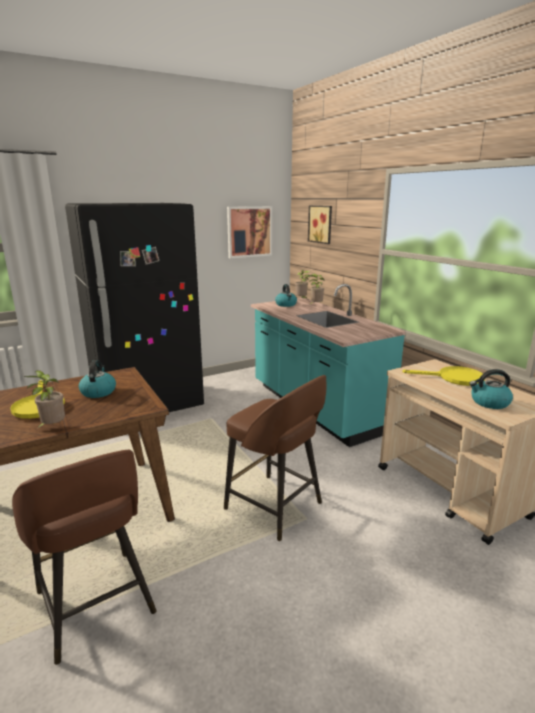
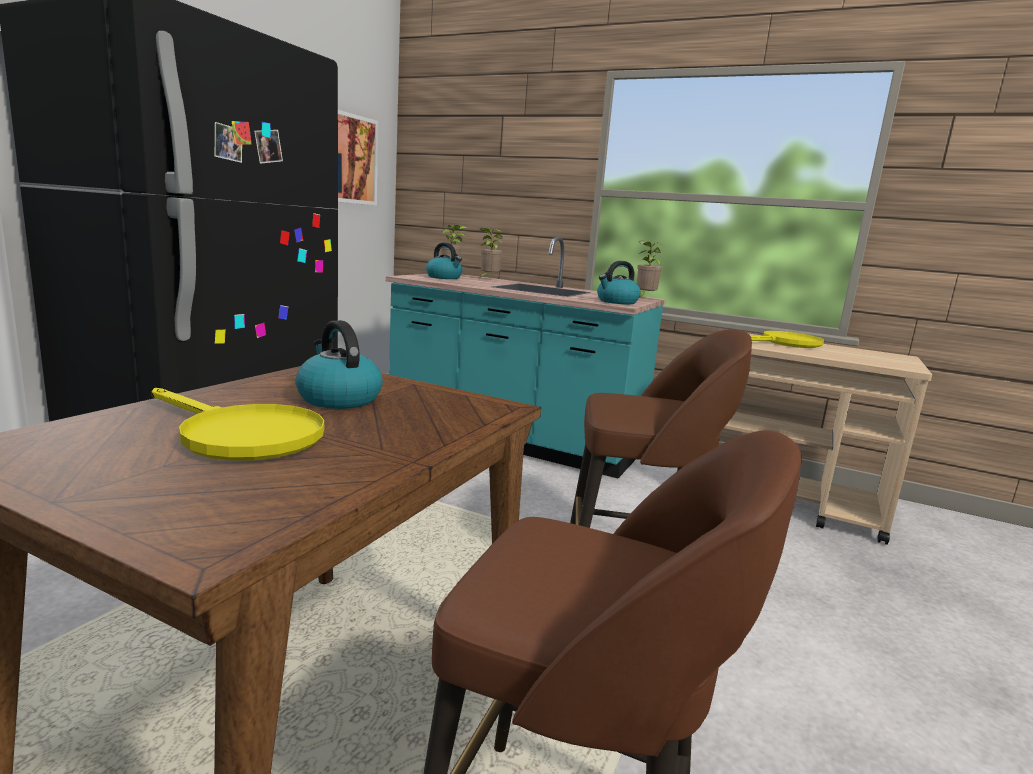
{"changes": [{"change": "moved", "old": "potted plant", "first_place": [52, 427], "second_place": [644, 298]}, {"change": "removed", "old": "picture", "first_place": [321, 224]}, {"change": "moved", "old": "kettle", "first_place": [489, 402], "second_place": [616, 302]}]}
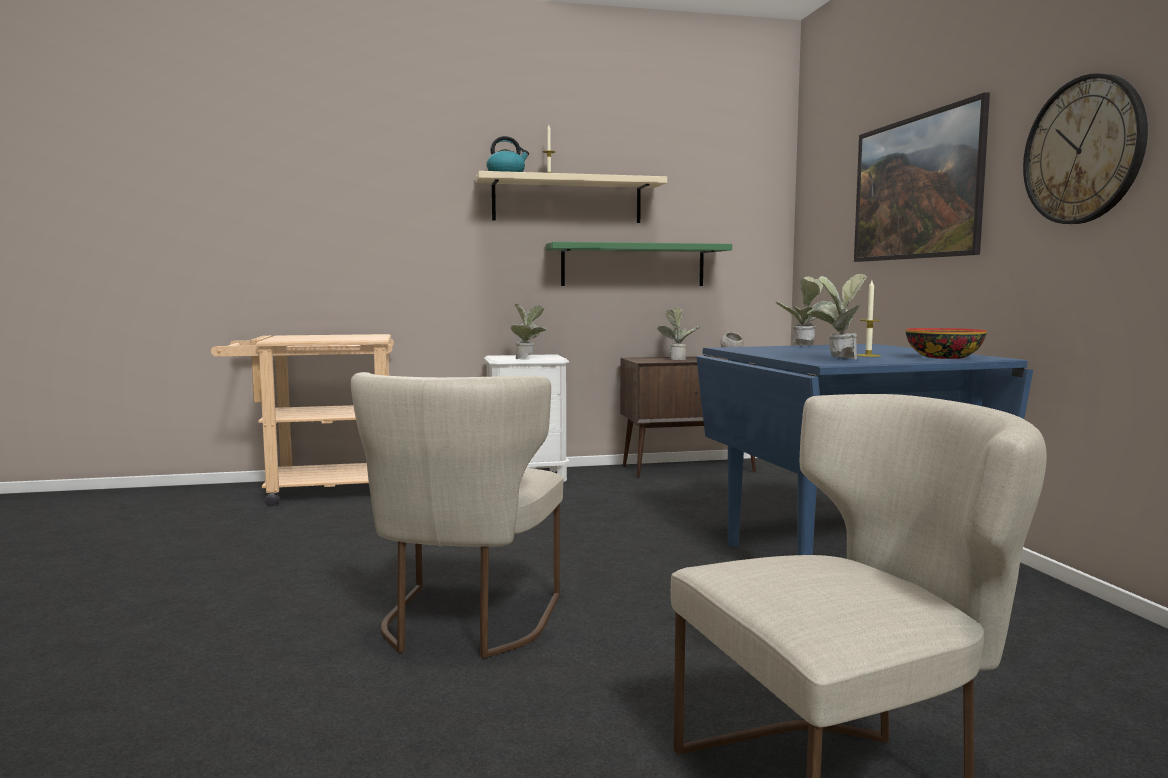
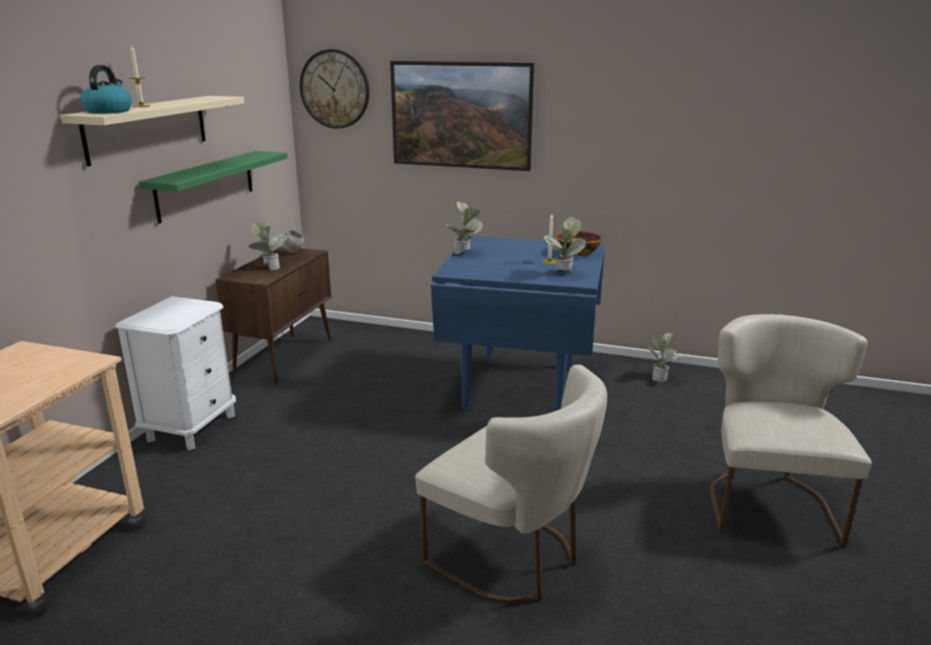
{"changes": [{"change": "moved", "old": "potted plant", "first_place": [528, 358], "second_place": [661, 377]}, {"change": "moved", "old": "wall clock", "first_place": [1083, 150], "second_place": [335, 89]}]}
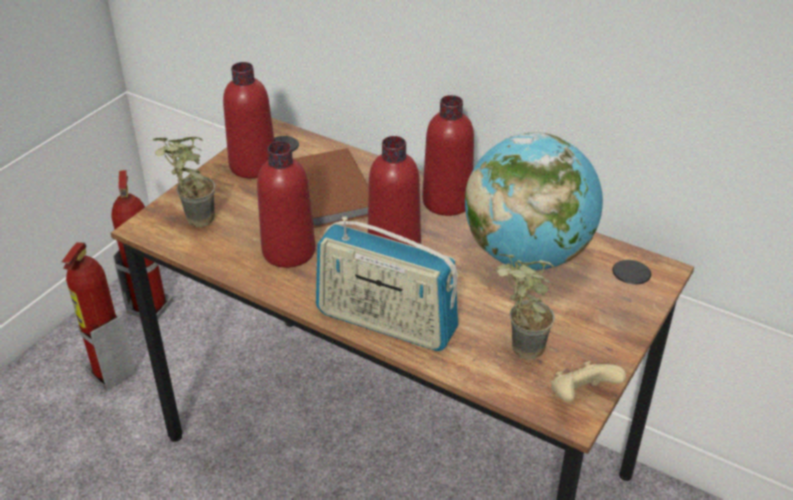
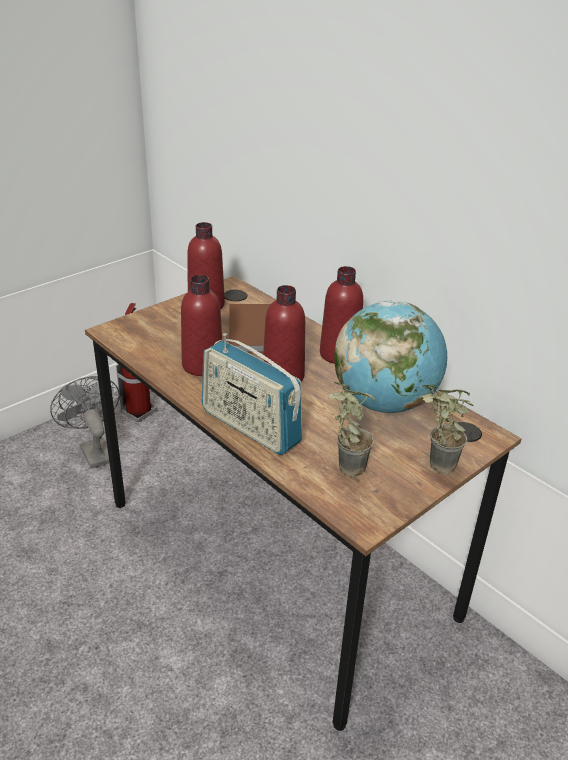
{"changes": [{"change": "replaced", "old": "fire extinguisher", "new": "grey fan", "first_place": [111, 373], "second_place": [93, 450]}, {"change": "moved", "old": "potted plant", "first_place": [192, 221], "second_place": [434, 465]}, {"change": "removed", "old": "beige game controller", "first_place": [581, 396]}]}
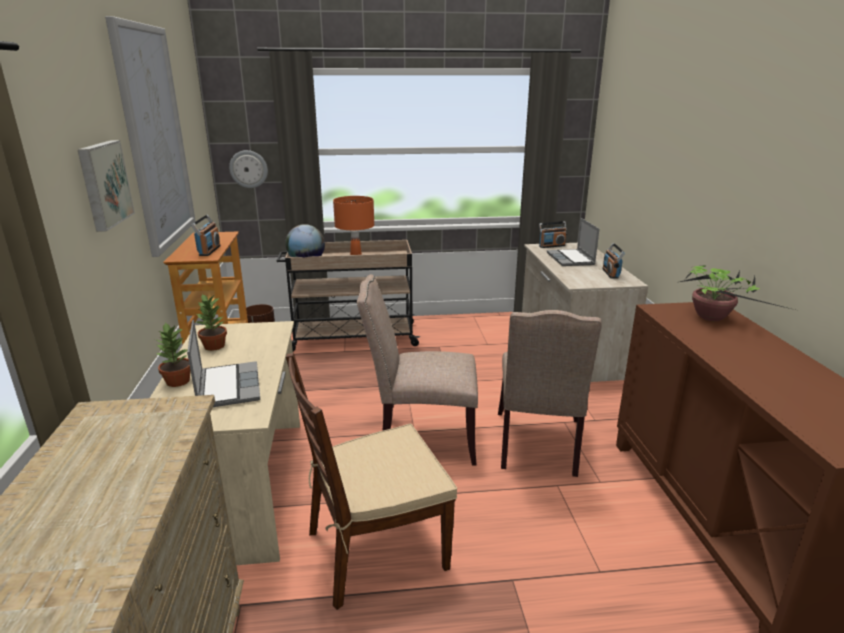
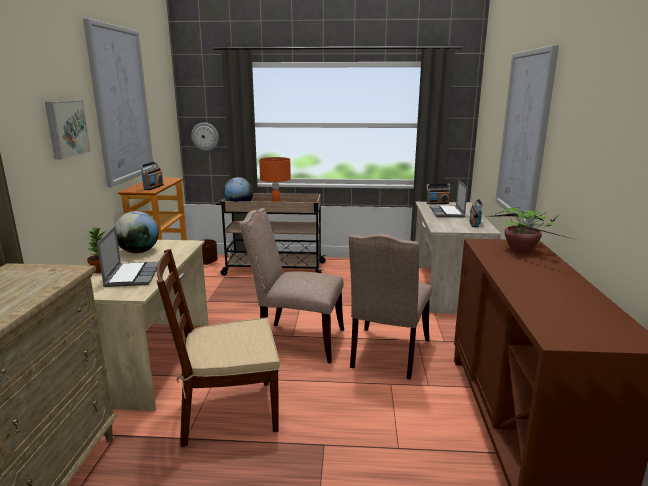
{"changes": [{"change": "replaced", "old": "potted plant", "new": "globe", "first_place": [214, 346], "second_place": [139, 252]}, {"change": "added", "new": "picture", "second_place": [524, 136]}]}
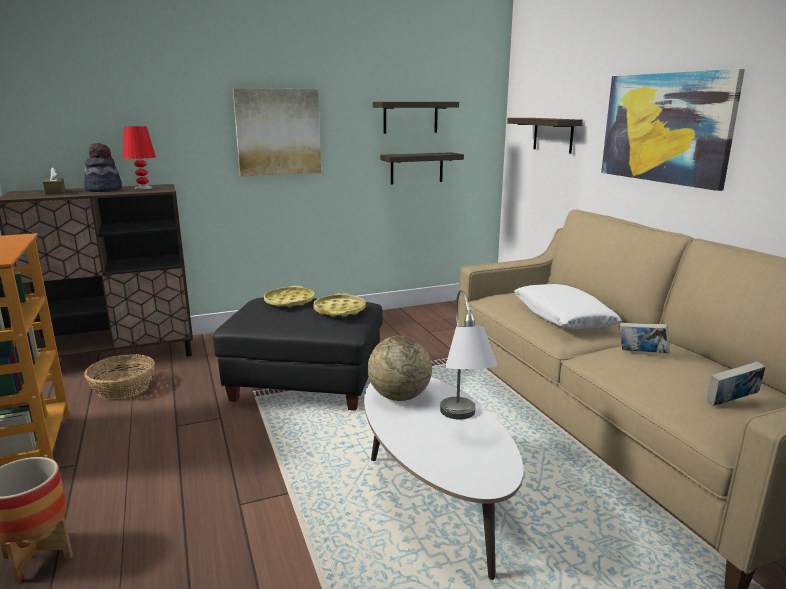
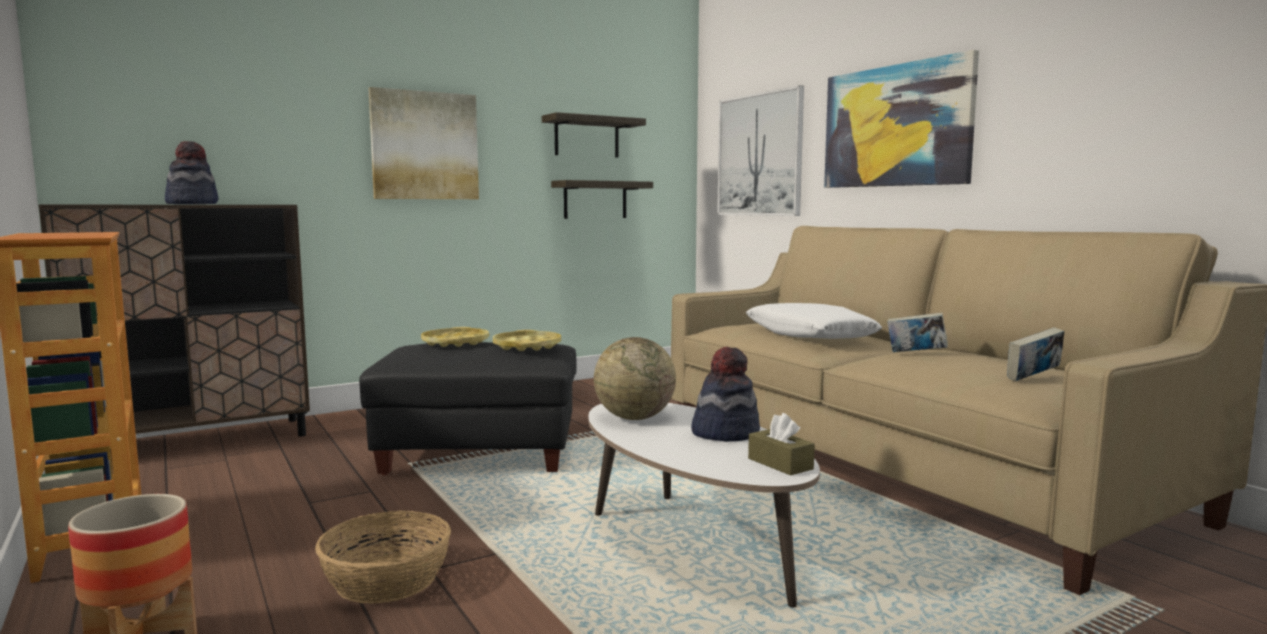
{"changes": [{"change": "moved", "old": "brown tissue box", "first_place": [55, 192], "second_place": [780, 464]}, {"change": "moved", "old": "basket", "first_place": [123, 388], "second_place": [386, 580]}, {"change": "removed", "old": "red table lamp", "first_place": [143, 188]}, {"change": "replaced", "old": "grey table lamp", "new": "hat", "first_place": [463, 423], "second_place": [725, 433]}, {"change": "replaced", "old": "shelf", "new": "picture", "first_place": [553, 135], "second_place": [759, 155]}]}
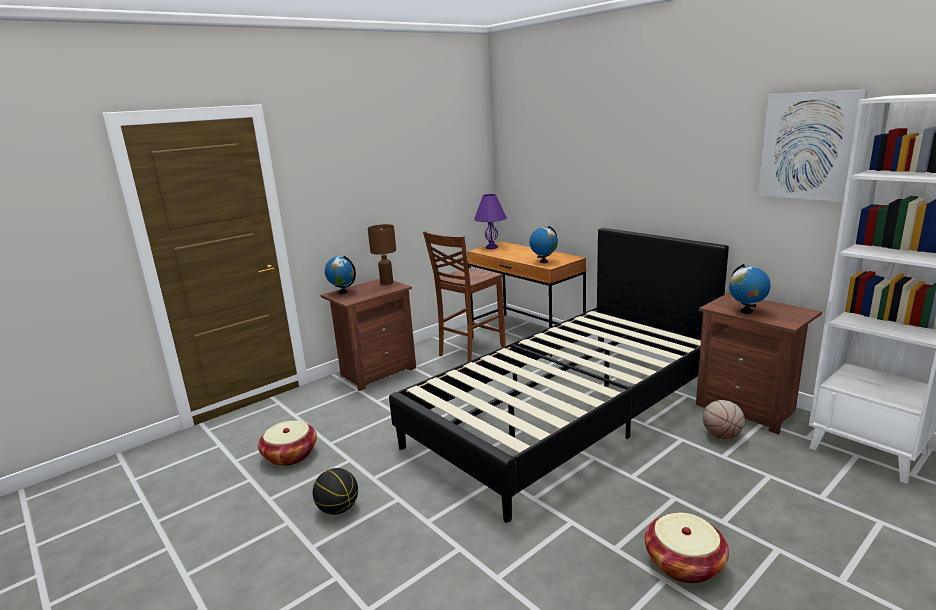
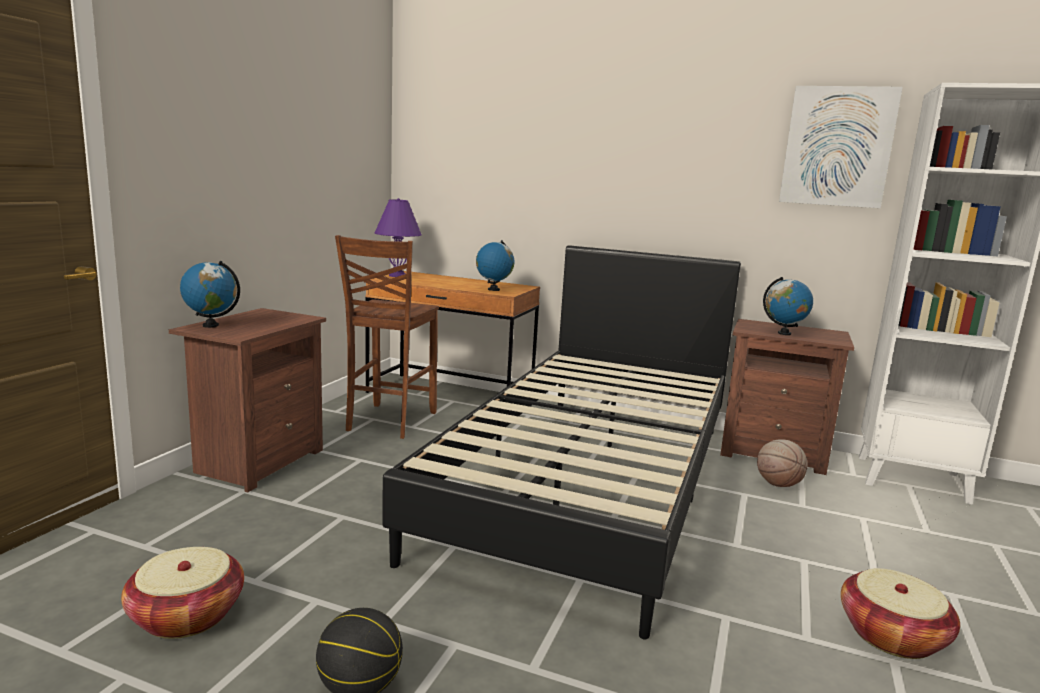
{"changes": [{"change": "removed", "old": "brown table lamp", "first_place": [386, 282]}]}
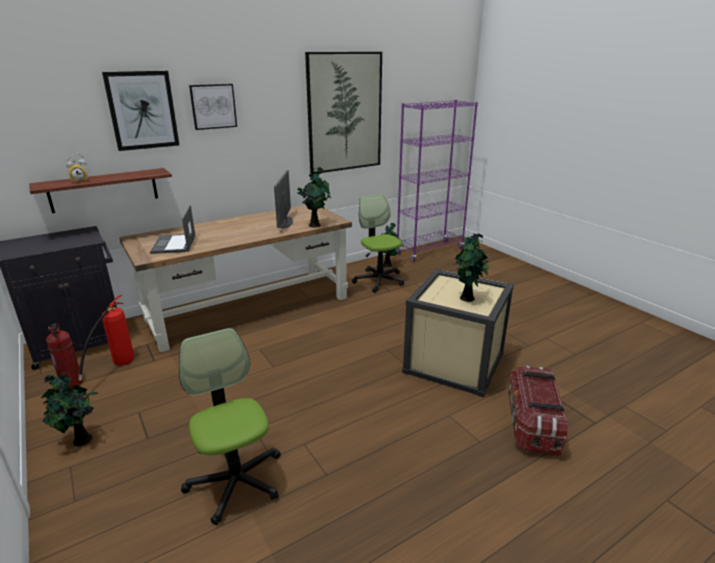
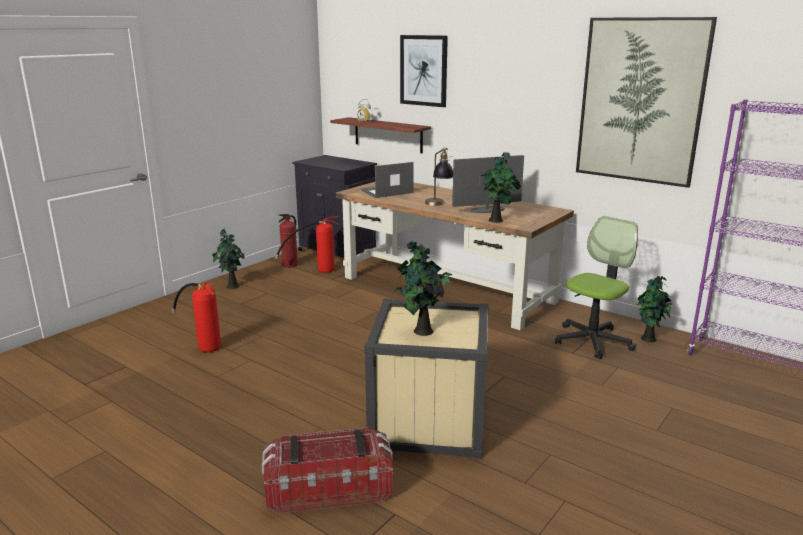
{"changes": [{"change": "replaced", "old": "office chair", "new": "fire extinguisher", "first_place": [236, 481], "second_place": [203, 344]}, {"change": "removed", "old": "picture", "first_place": [213, 106]}, {"change": "added", "new": "table lamp", "second_place": [438, 205]}]}
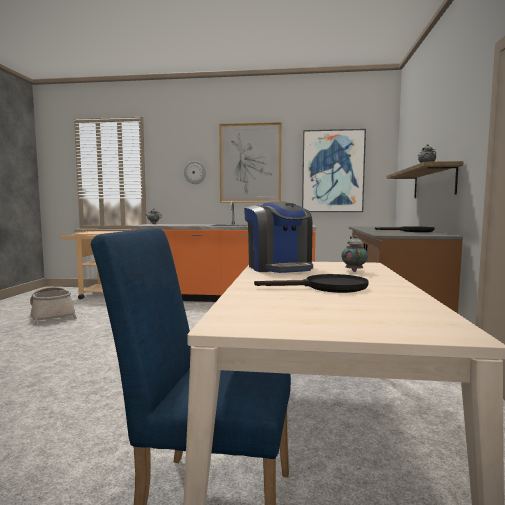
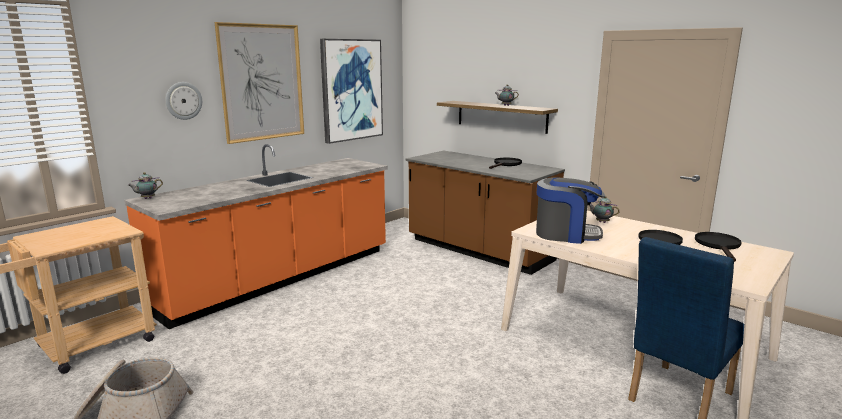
{"changes": [{"change": "added", "new": "black frying pan", "second_place": [719, 246]}]}
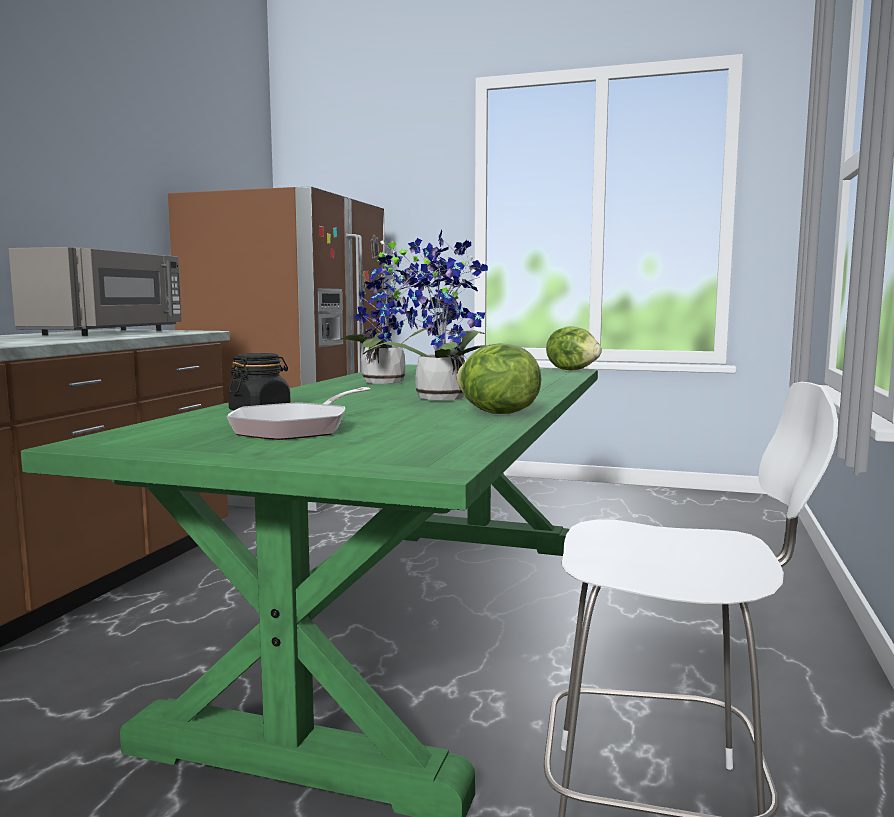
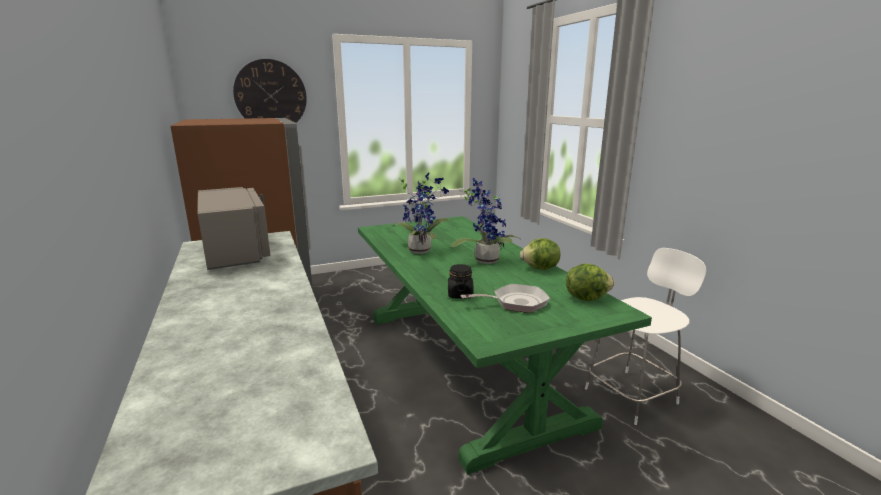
{"changes": [{"change": "turned", "old": "frying pan", "first_place": [297, 428], "second_place": [515, 303], "degrees": -90}, {"change": "moved", "old": "lettuce", "first_place": [573, 370], "second_place": [586, 298]}, {"change": "added", "new": "wall clock", "second_place": [270, 95]}]}
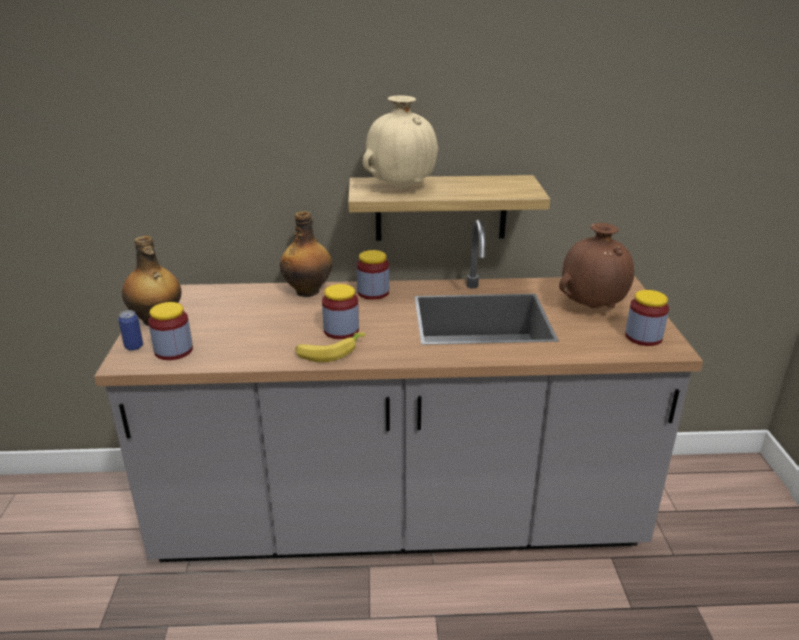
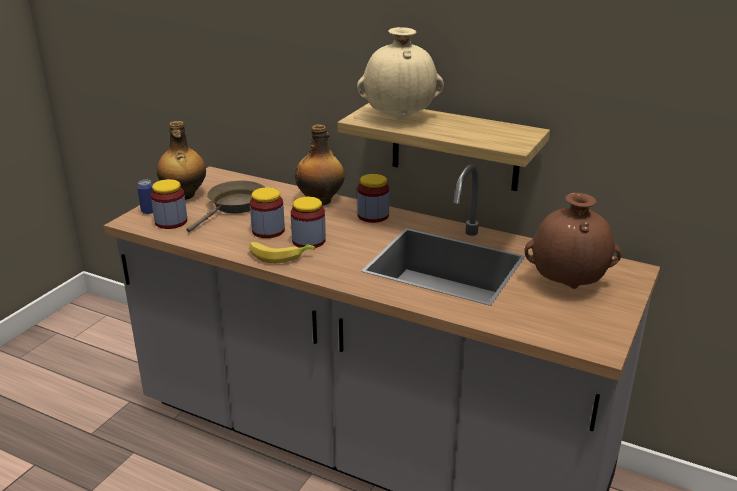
{"changes": [{"change": "moved", "old": "jar", "first_place": [643, 337], "second_place": [268, 231]}, {"change": "added", "new": "brown frying pan", "second_place": [234, 206]}]}
